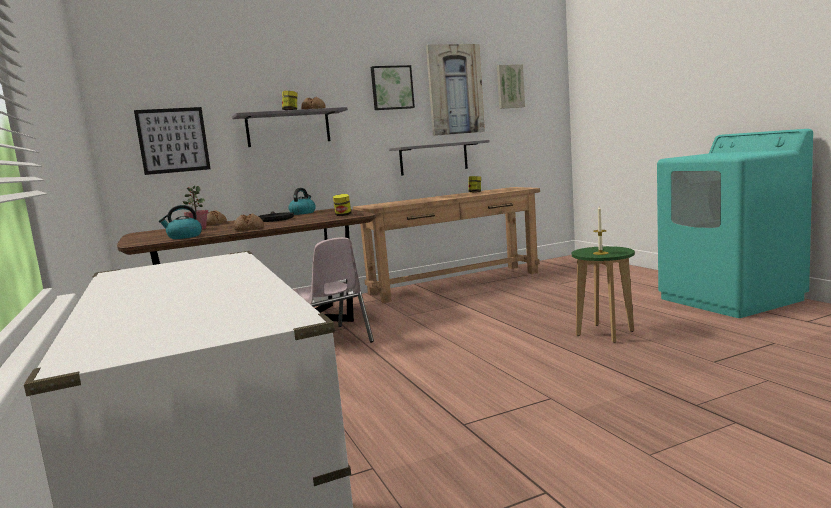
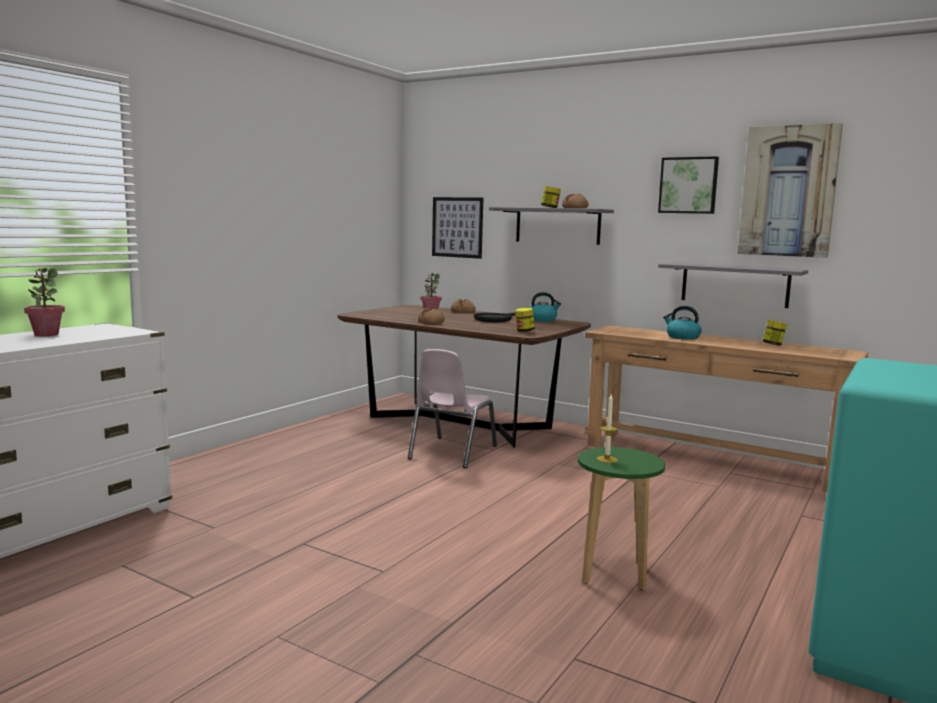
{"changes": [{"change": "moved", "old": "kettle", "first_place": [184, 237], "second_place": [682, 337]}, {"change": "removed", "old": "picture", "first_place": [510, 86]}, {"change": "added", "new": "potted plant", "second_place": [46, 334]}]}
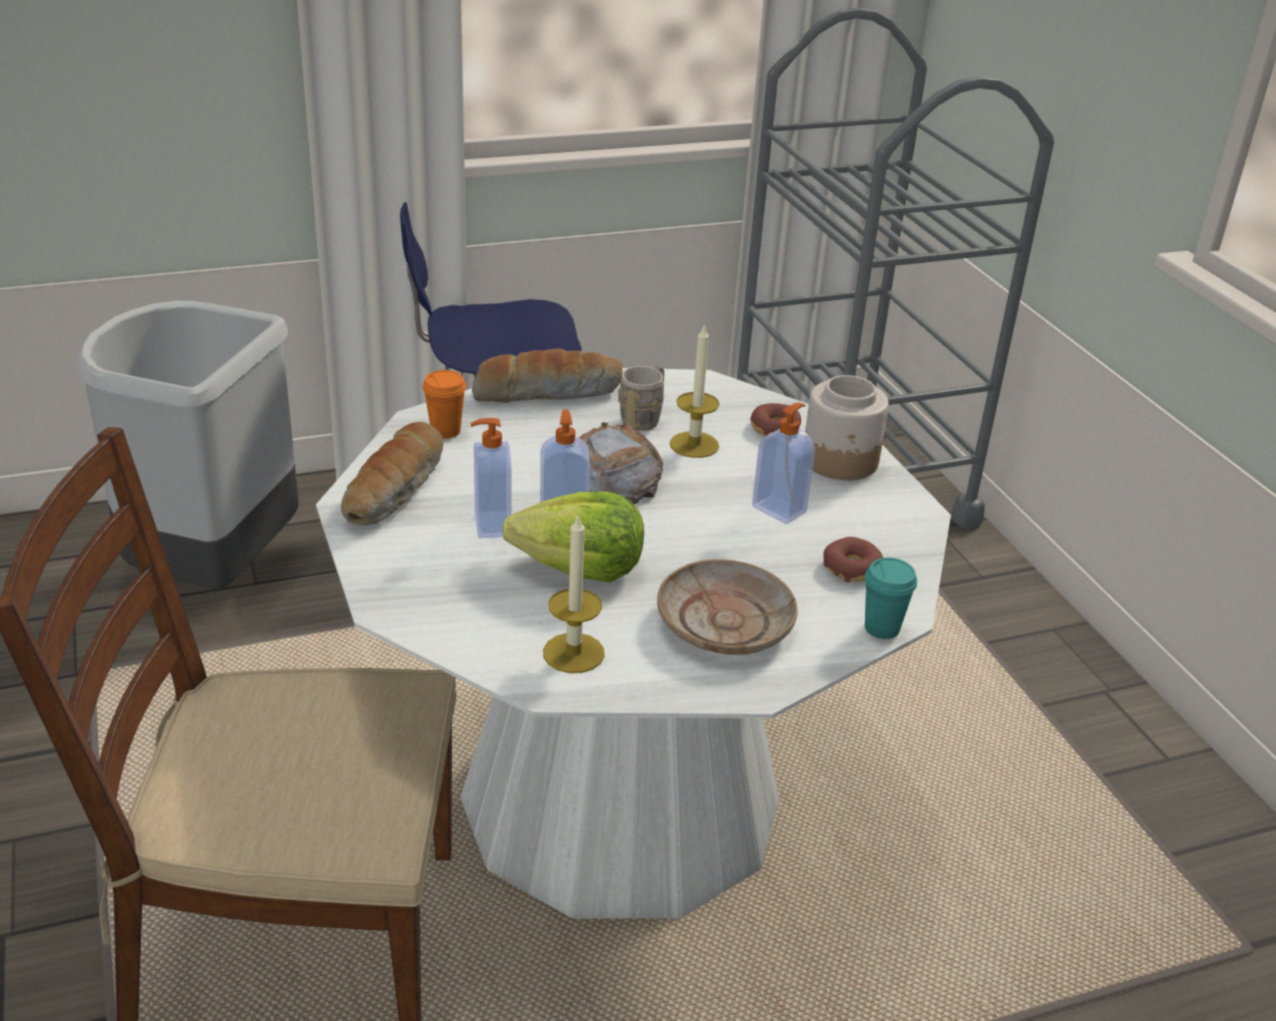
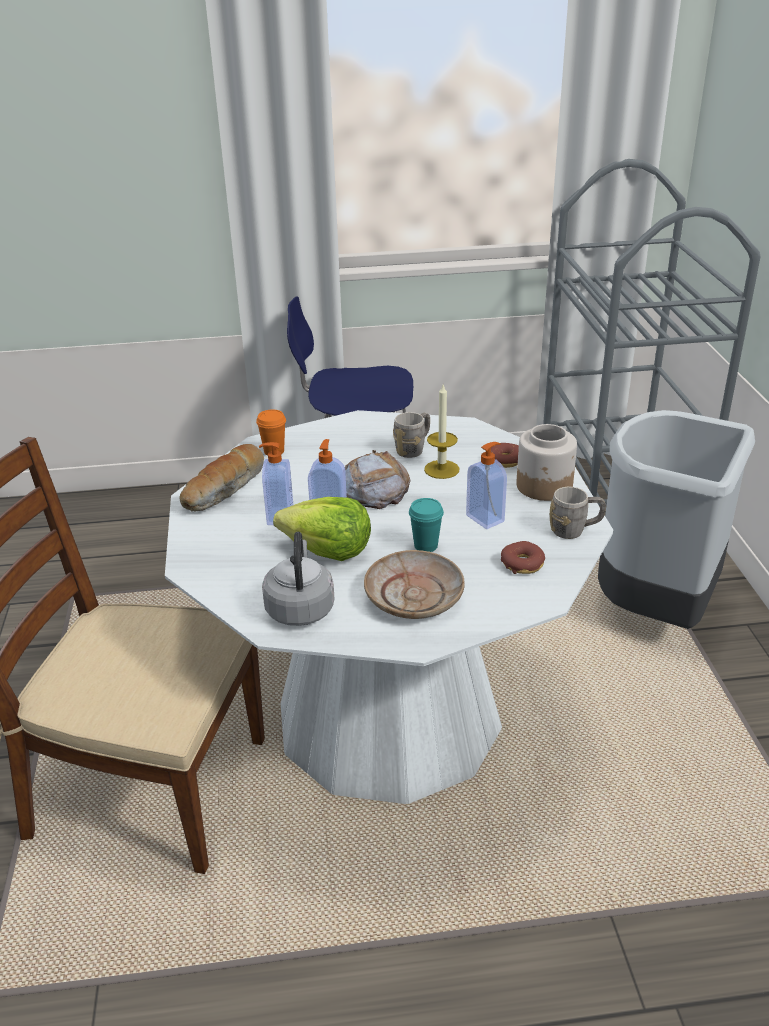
{"changes": [{"change": "moved", "old": "grey trash can", "first_place": [211, 573], "second_place": [655, 610]}, {"change": "removed", "old": "bread", "first_place": [547, 392]}, {"change": "replaced", "old": "candle", "new": "grey kettle", "first_place": [573, 653], "second_place": [300, 608]}, {"change": "moved", "old": "turquoise cup", "first_place": [881, 628], "second_place": [425, 546]}, {"change": "added", "new": "grey mug", "second_place": [575, 530]}]}
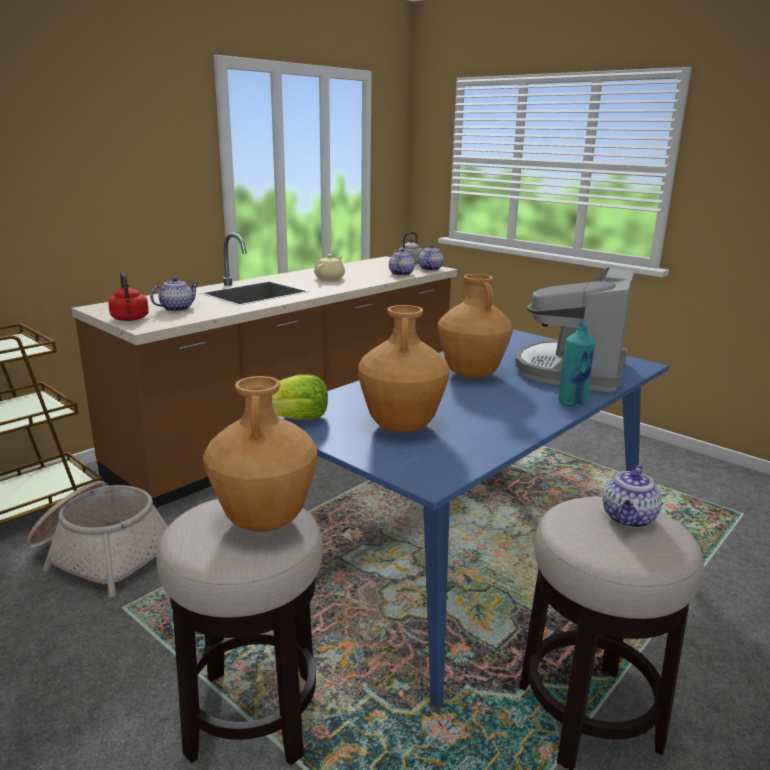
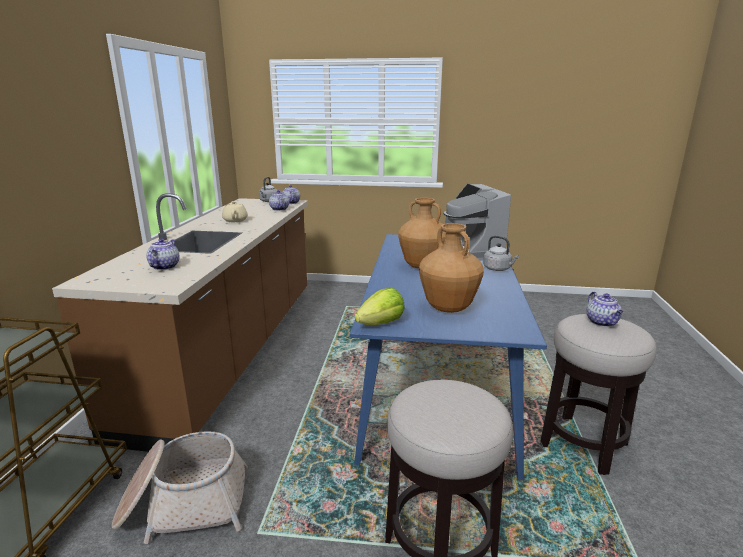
{"changes": [{"change": "removed", "old": "red kettle", "first_place": [130, 319]}, {"change": "removed", "old": "brown vase", "first_place": [264, 520]}, {"change": "replaced", "old": "turquoise bottle", "new": "grey kettle", "first_place": [572, 403], "second_place": [498, 269]}]}
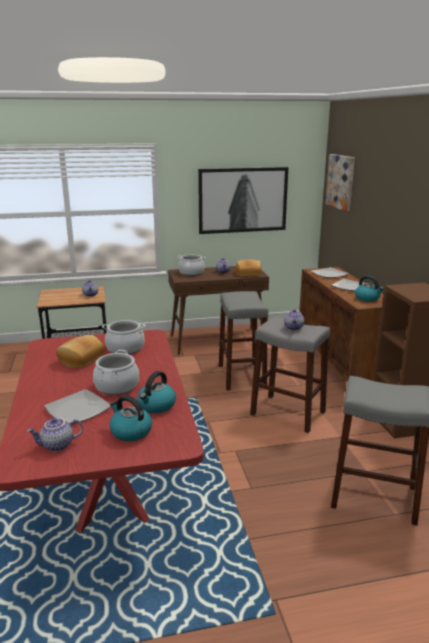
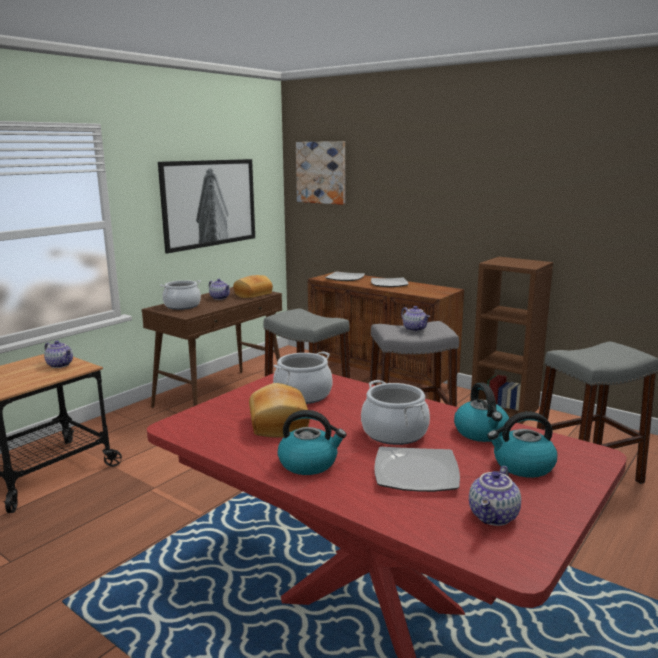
{"changes": [{"change": "moved", "old": "kettle", "first_place": [367, 298], "second_place": [309, 463]}]}
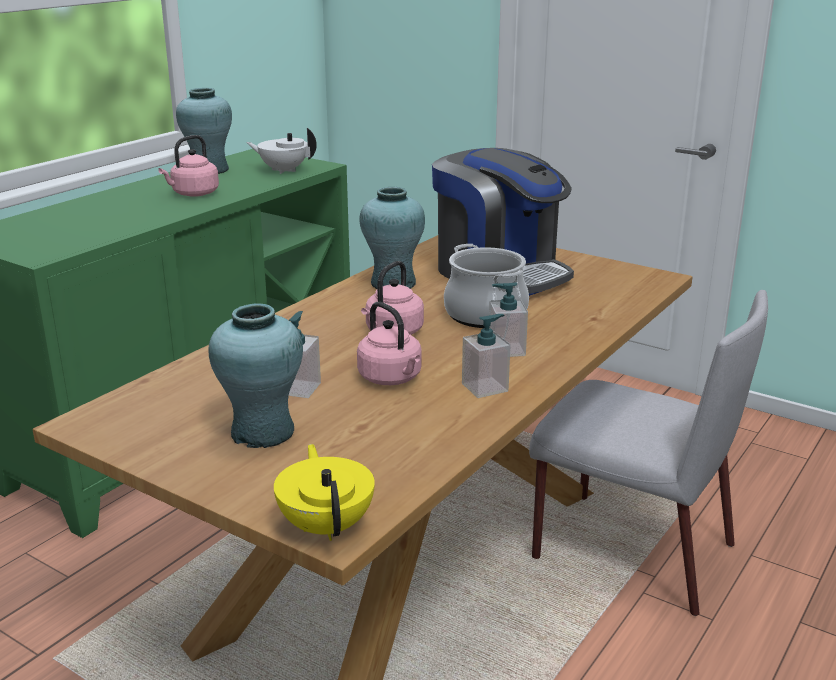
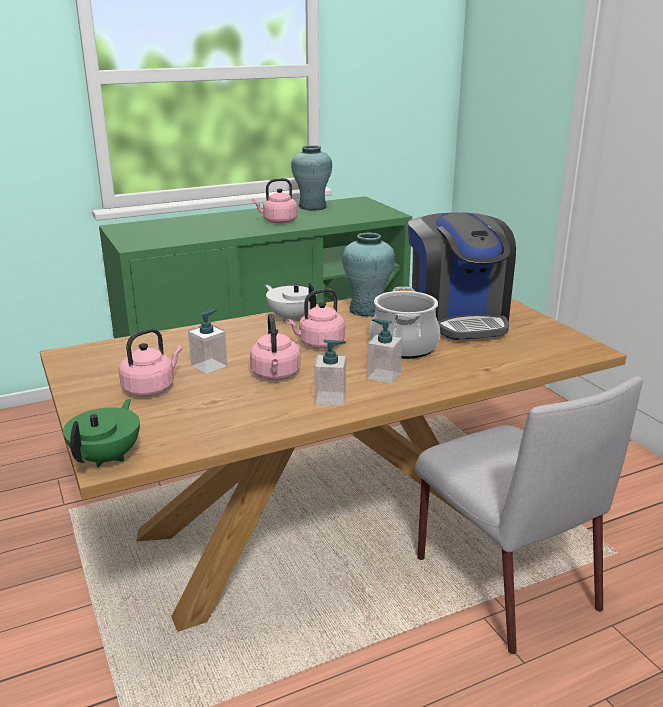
{"changes": [{"change": "replaced", "old": "turquoise vase", "new": "pink kettle", "first_place": [263, 432], "second_place": [151, 388]}, {"change": "moved", "old": "white teapot", "first_place": [283, 170], "second_place": [291, 318]}, {"change": "recoloured", "old": "yellow teapot", "new": "green teapot", "first_place": [327, 525], "second_place": [108, 457]}]}
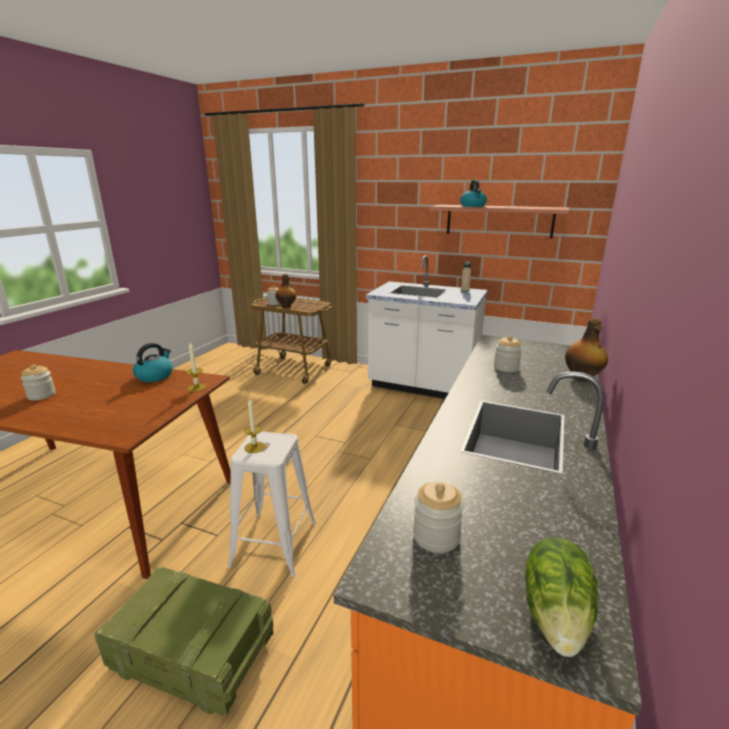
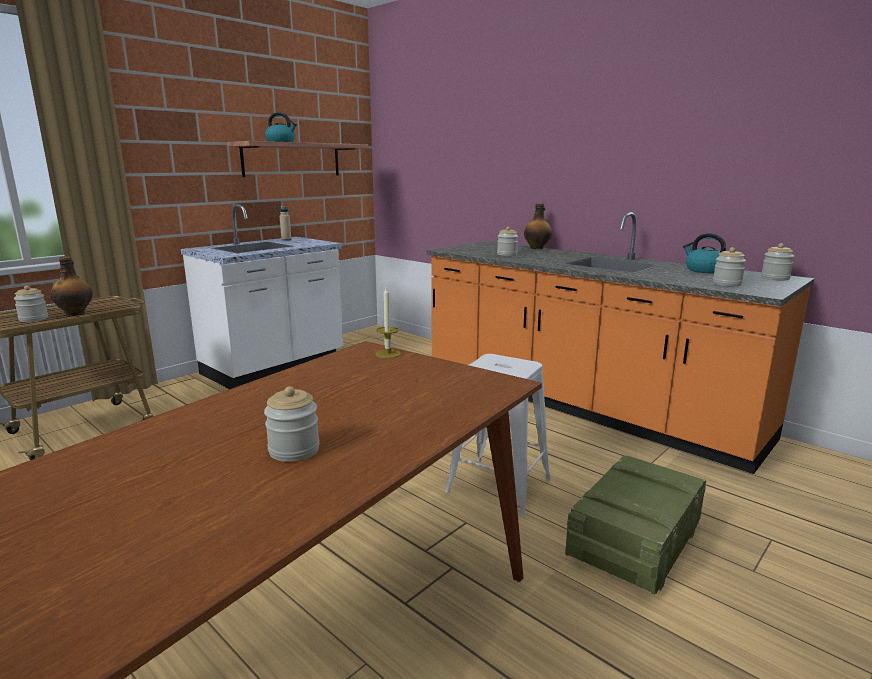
{"changes": [{"change": "moved", "old": "kettle", "first_place": [155, 376], "second_place": [704, 270]}, {"change": "removed", "old": "candle", "first_place": [254, 447]}, {"change": "replaced", "old": "lettuce", "new": "jar", "first_place": [557, 615], "second_place": [775, 278]}]}
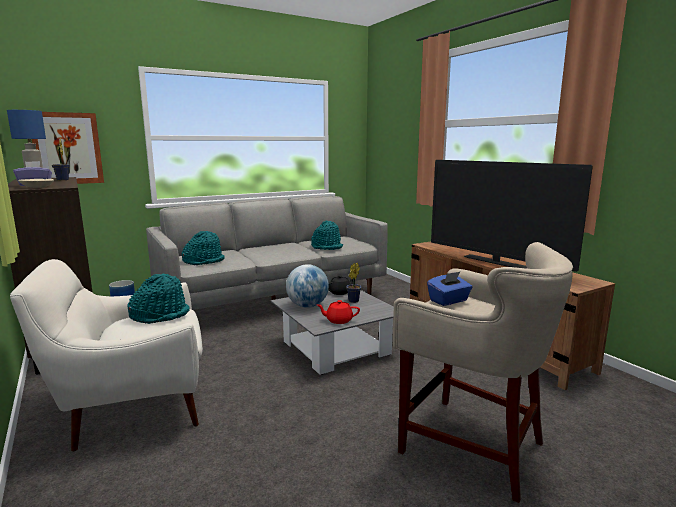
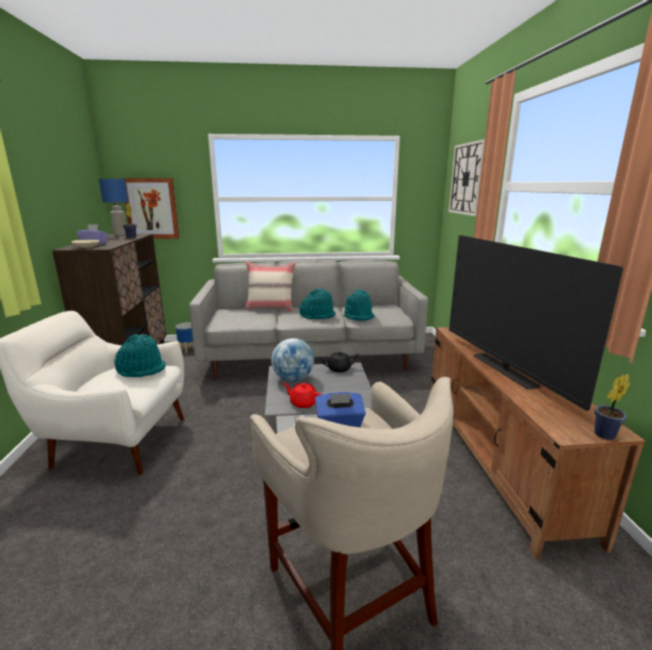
{"changes": [{"change": "moved", "old": "turquoise hat", "first_place": [204, 261], "second_place": [317, 315]}, {"change": "moved", "old": "potted plant", "first_place": [352, 301], "second_place": [602, 435]}, {"change": "added", "new": "beige pillow", "second_place": [271, 308]}, {"change": "added", "new": "wall clock", "second_place": [467, 179]}]}
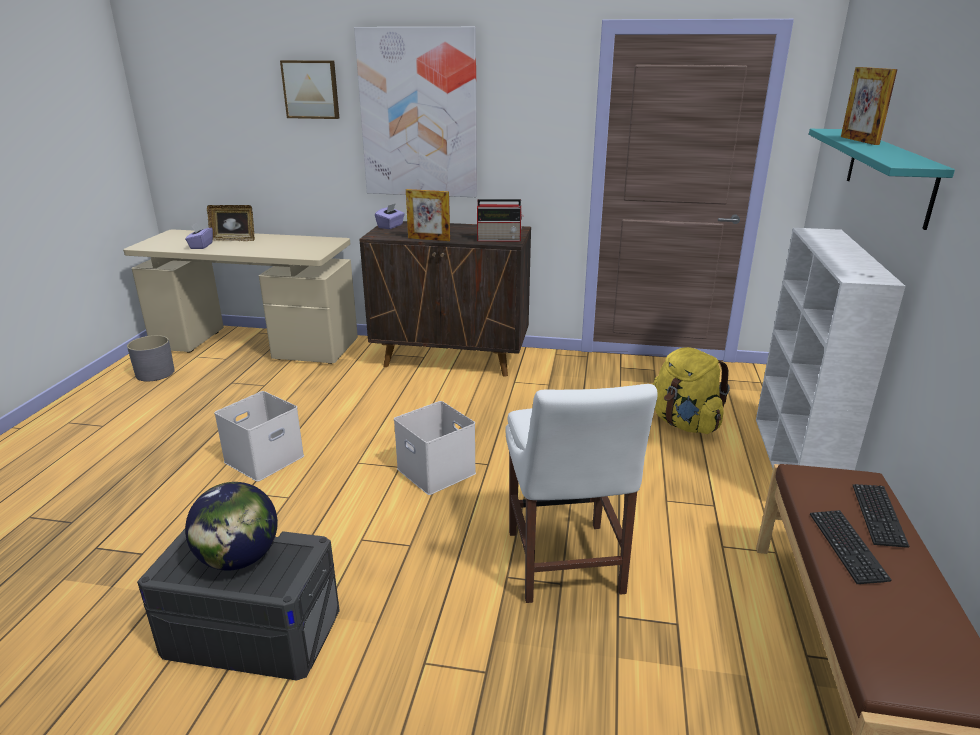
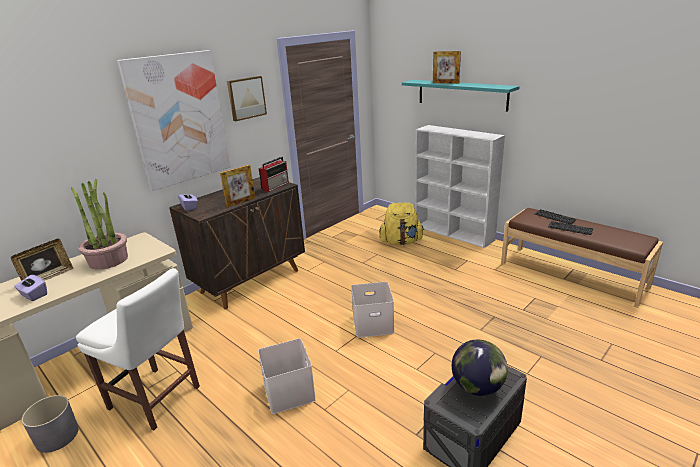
{"changes": [{"change": "moved", "old": "picture", "first_place": [311, 89], "second_place": [246, 98]}, {"change": "moved", "old": "white chair", "first_place": [565, 566], "second_place": [157, 399]}, {"change": "added", "new": "potted plant", "second_place": [108, 260]}]}
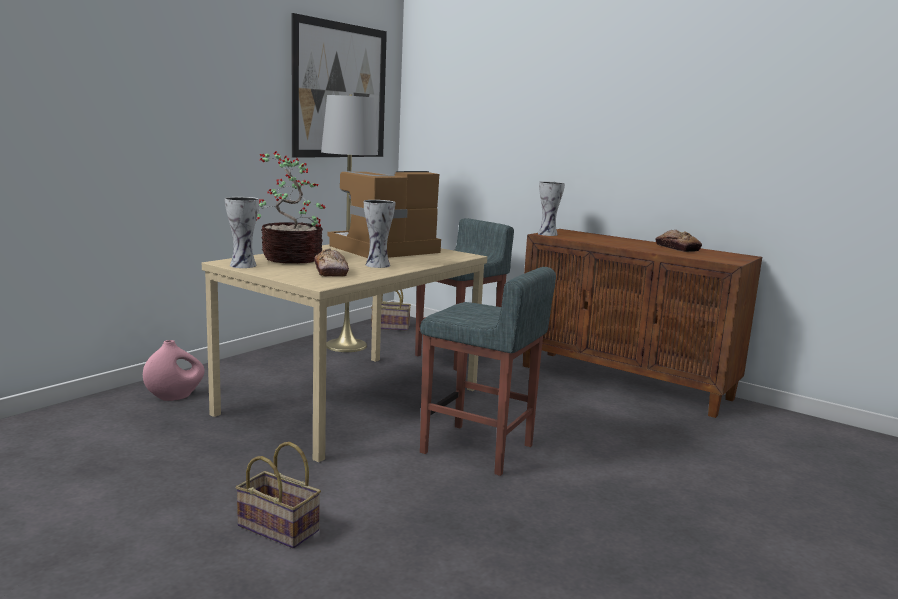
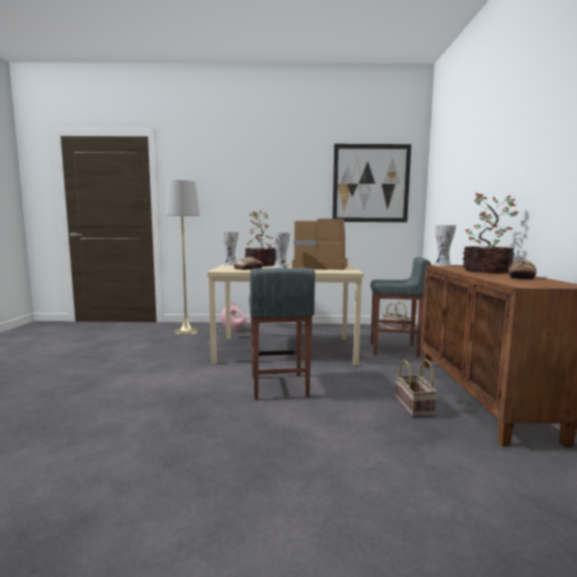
{"changes": [{"change": "moved", "old": "basket", "first_place": [281, 528], "second_place": [415, 407]}, {"change": "moved", "old": "grey floor lamp", "first_place": [346, 345], "second_place": [186, 331]}, {"change": "added", "new": "potted plant", "second_place": [485, 271]}]}
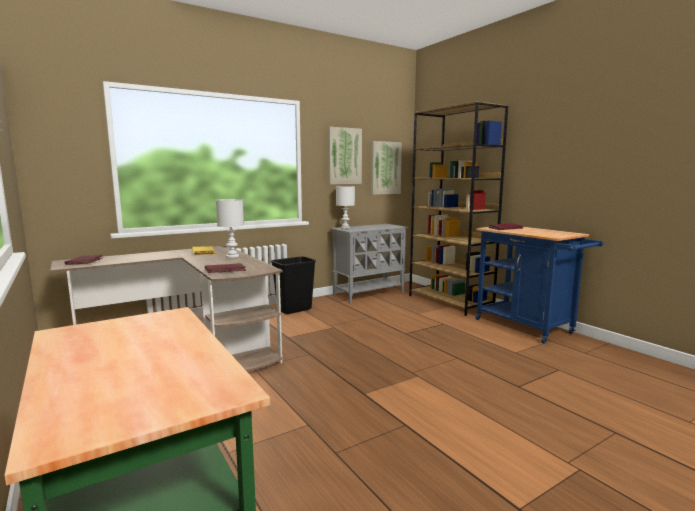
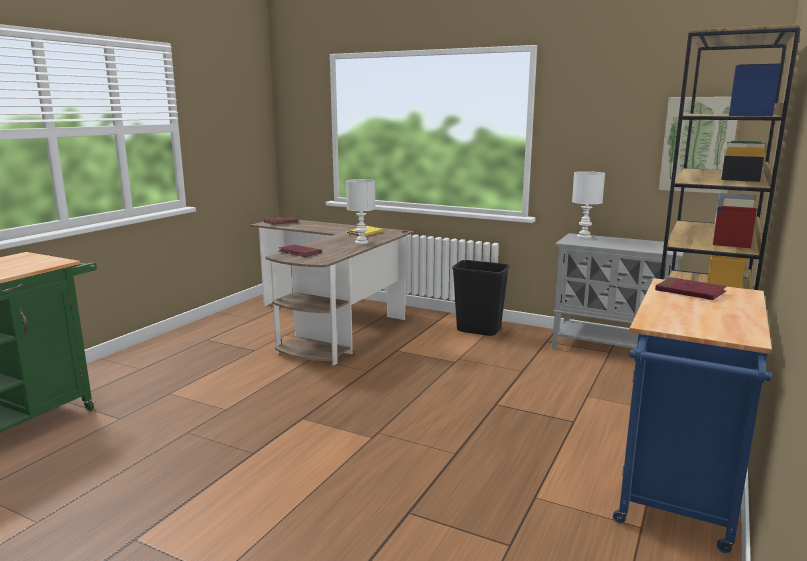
{"changes": [{"change": "removed", "old": "picture", "first_place": [344, 156]}]}
